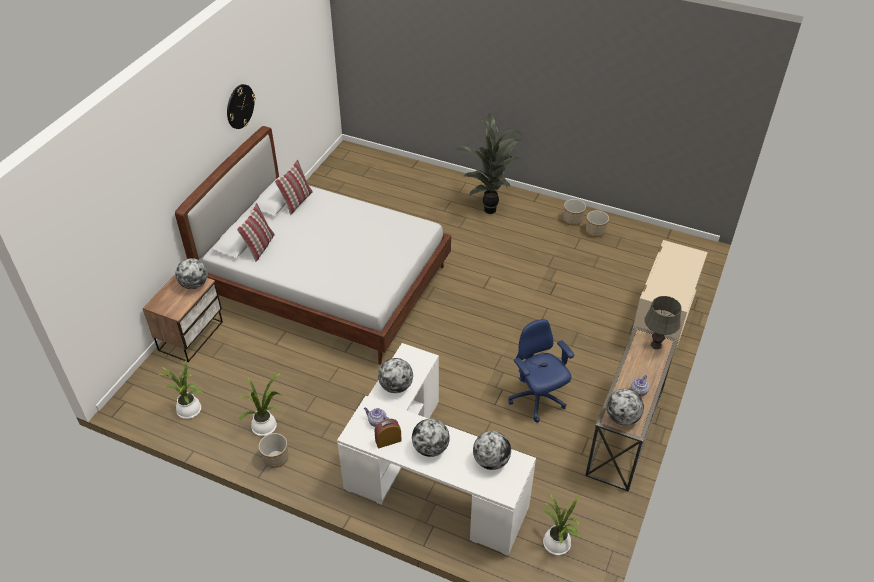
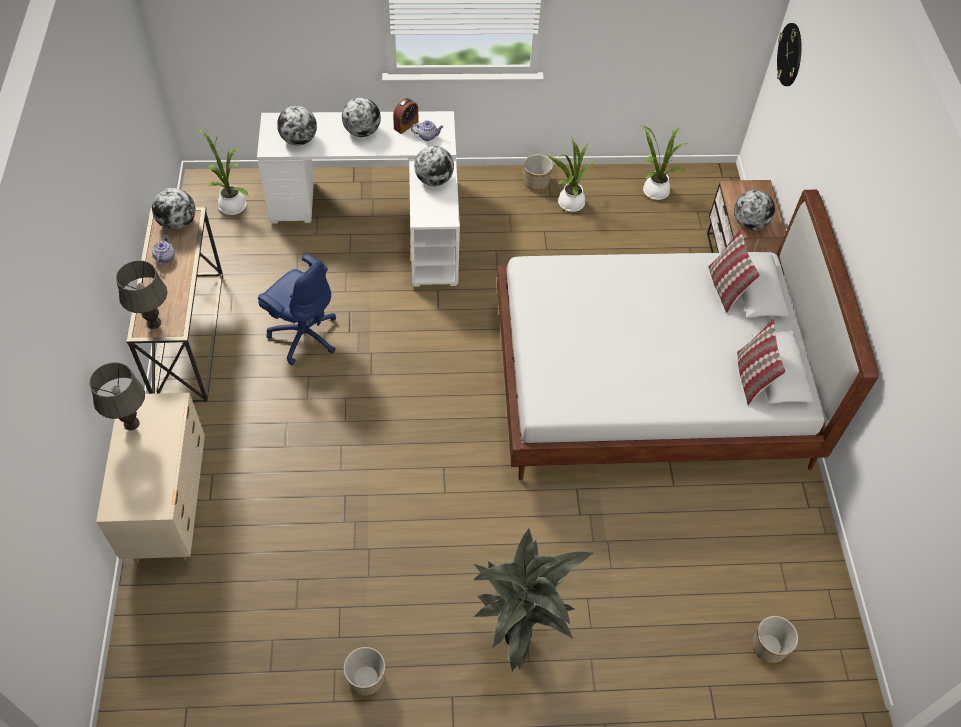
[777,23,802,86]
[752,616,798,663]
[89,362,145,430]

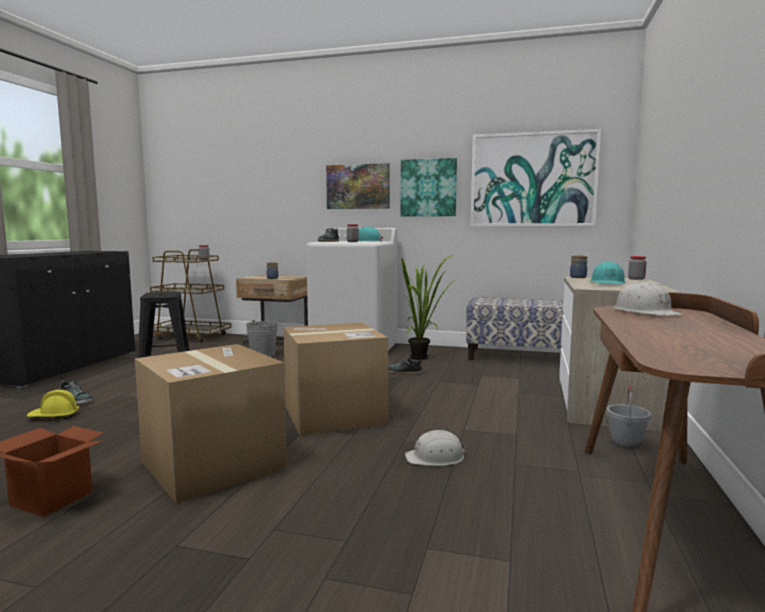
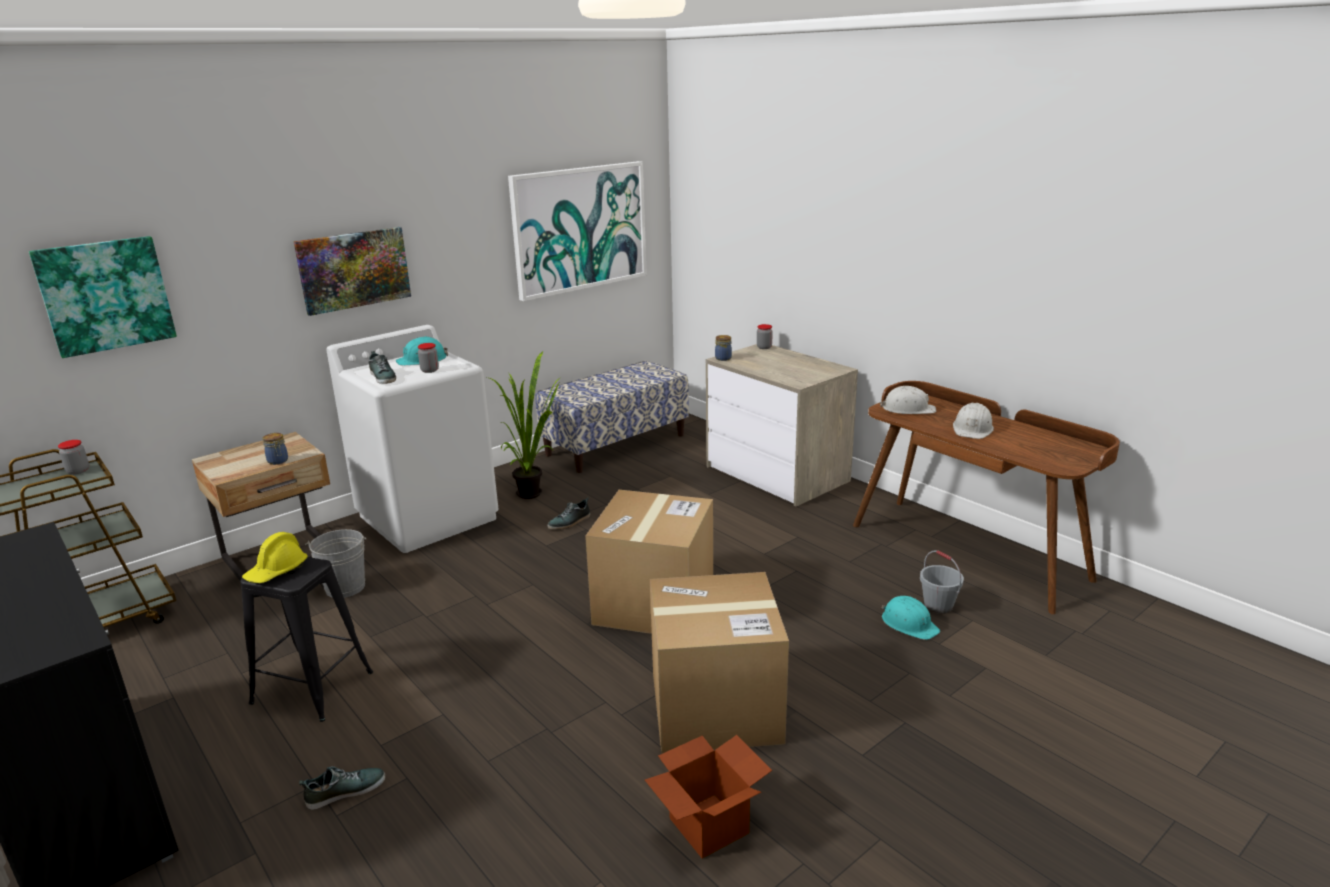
[29,236,177,358]
[882,596,940,640]
[920,550,964,614]
[242,532,308,583]
[953,403,994,439]

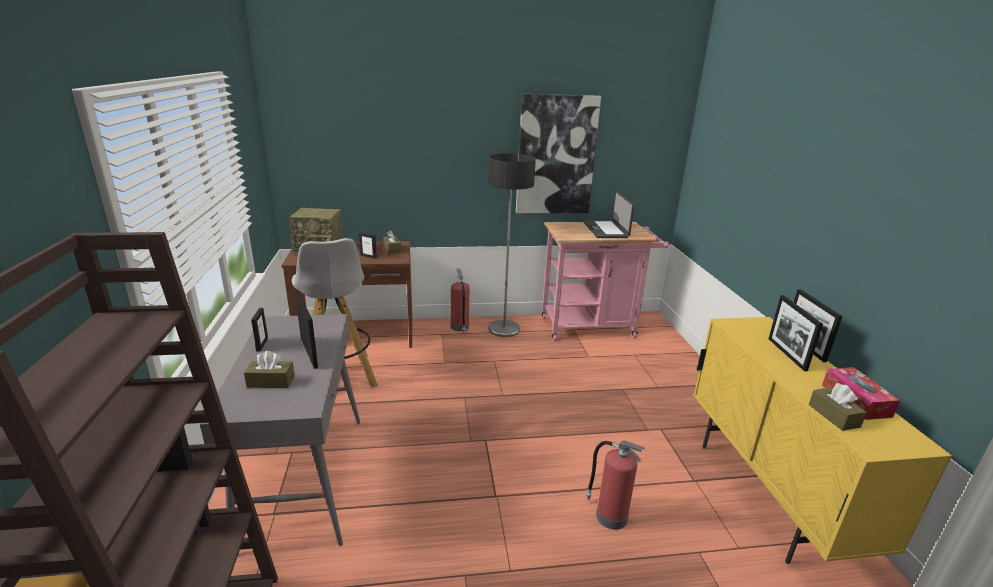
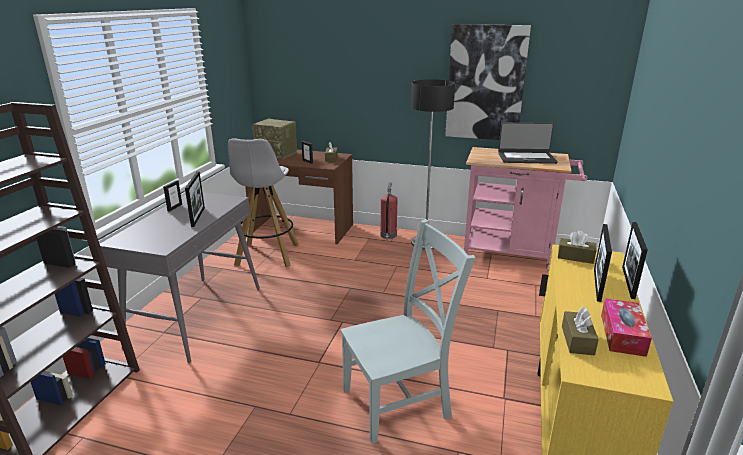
[498,122,558,164]
[558,230,596,264]
[341,219,475,444]

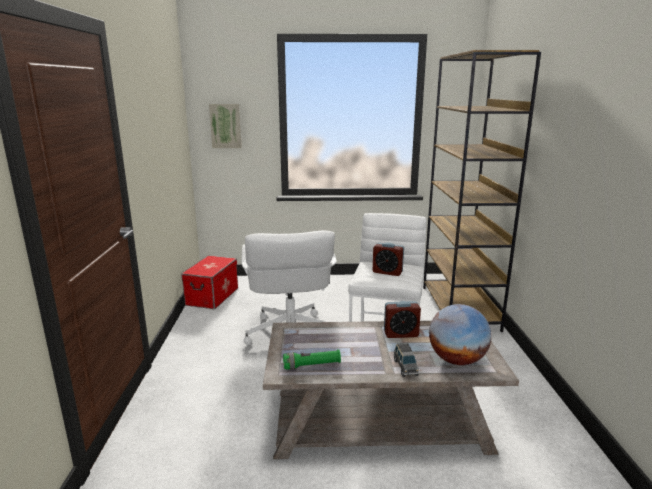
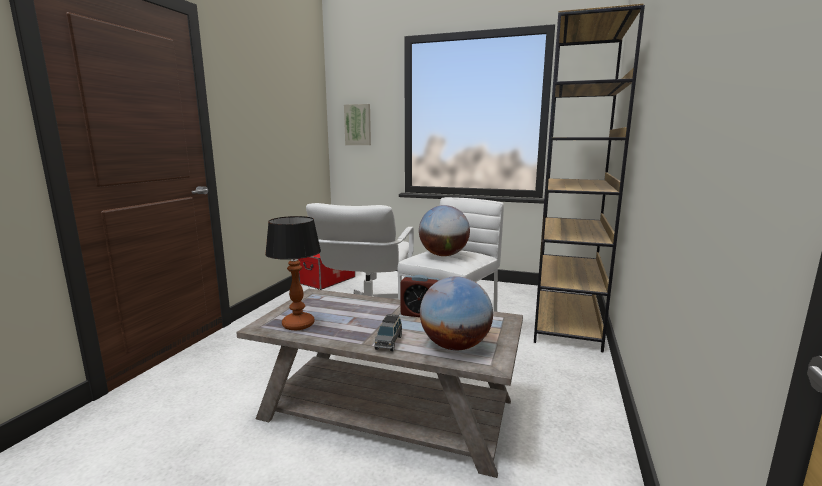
[419,205,470,256]
[265,216,321,330]

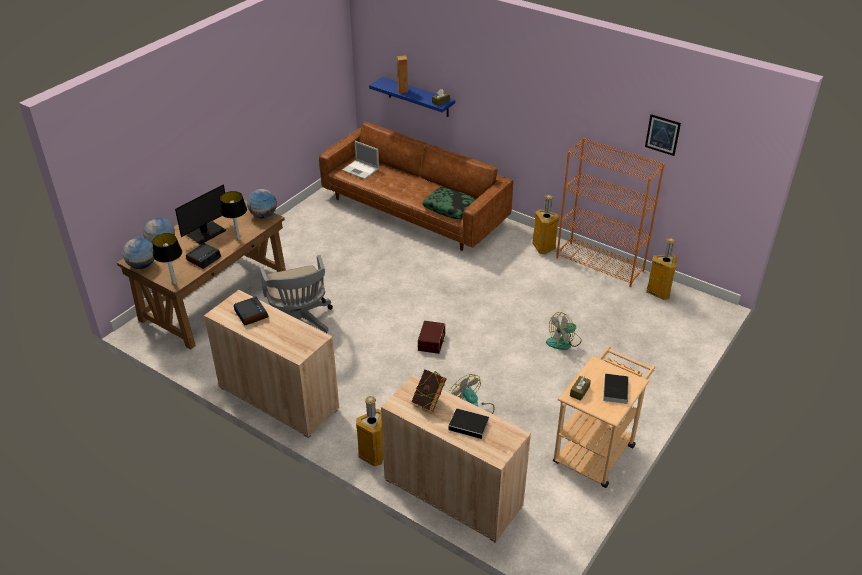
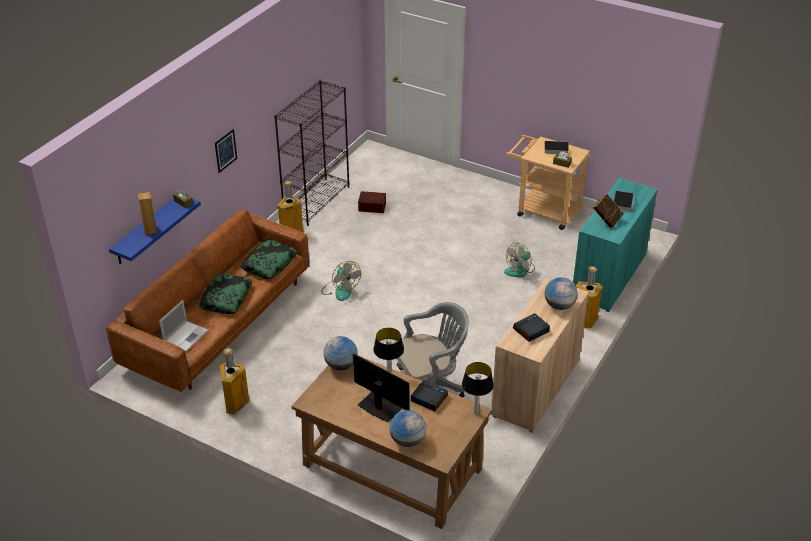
[215,129,237,173]
[274,80,349,226]
[545,277,578,310]
[220,348,249,414]
[322,261,361,301]
[358,191,386,213]
[573,178,658,312]
[199,274,252,314]

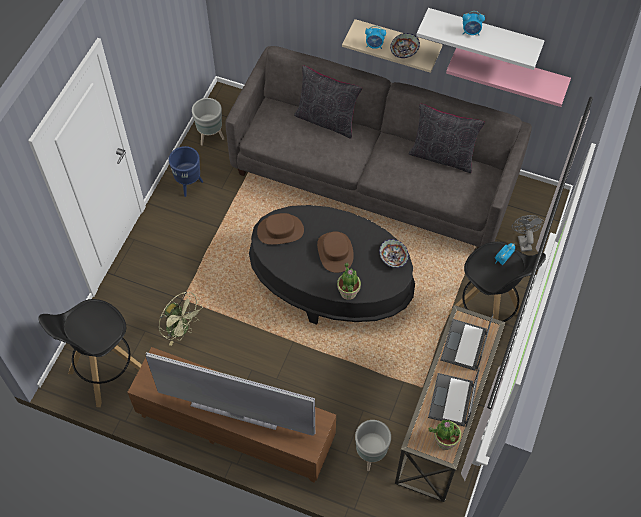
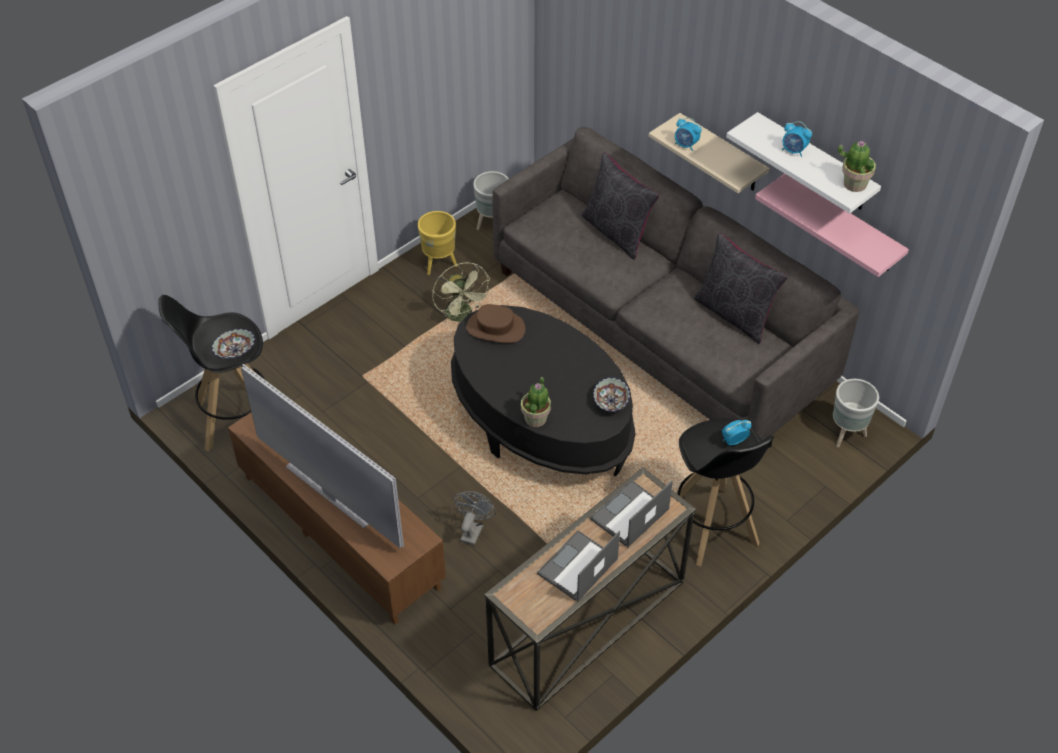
[211,329,255,359]
[418,211,457,275]
[453,491,496,546]
[317,231,354,273] (first image)
[432,262,492,322]
[833,379,879,447]
[838,140,876,192]

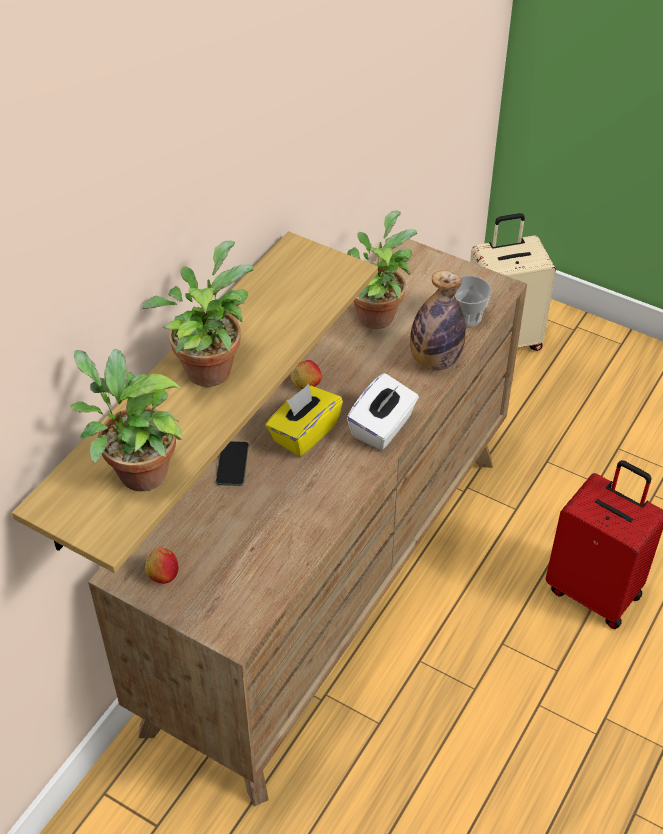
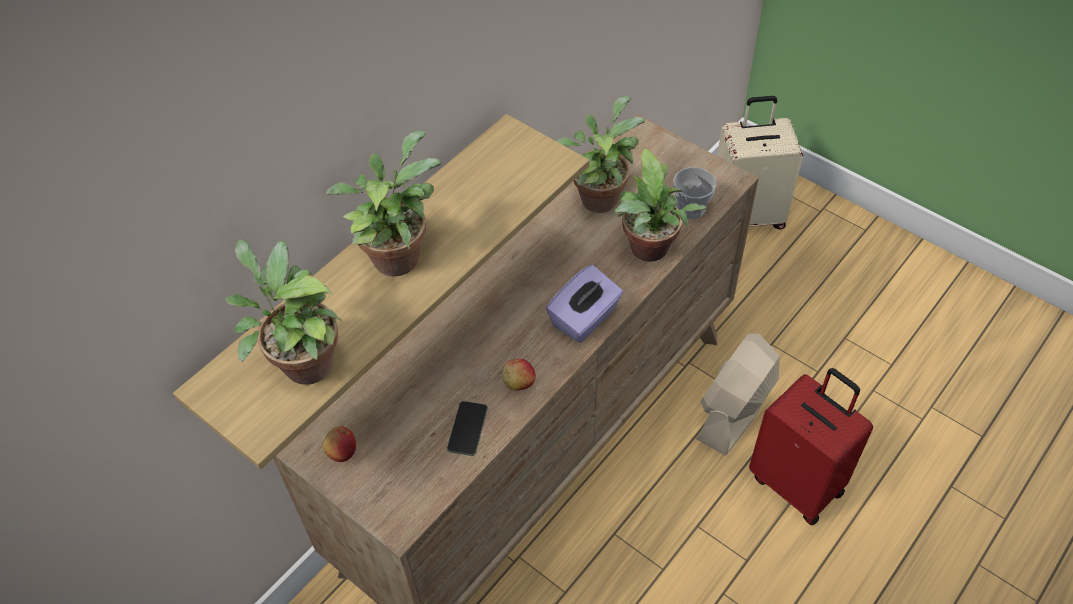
[615,148,707,262]
[502,359,536,390]
[546,265,623,343]
[265,384,343,457] (first image)
[447,401,488,456]
[696,333,780,456]

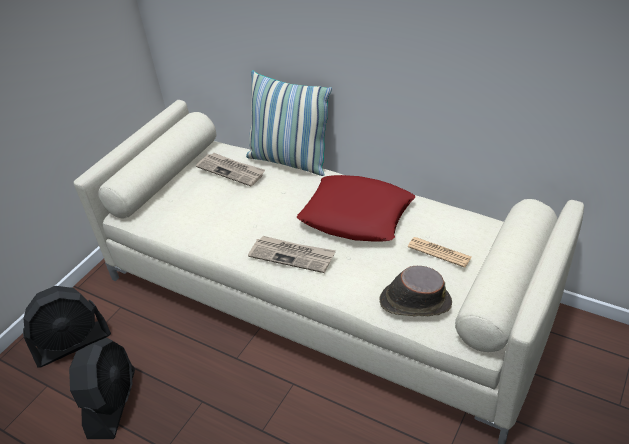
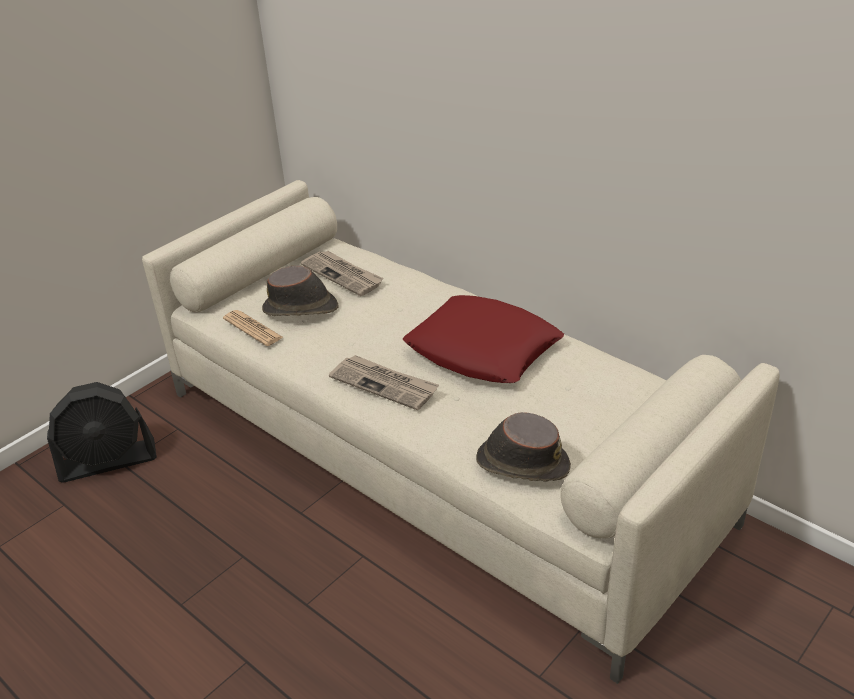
[246,71,332,176] (first image)
[223,310,284,346]
[69,337,135,439] (first image)
[262,265,339,316]

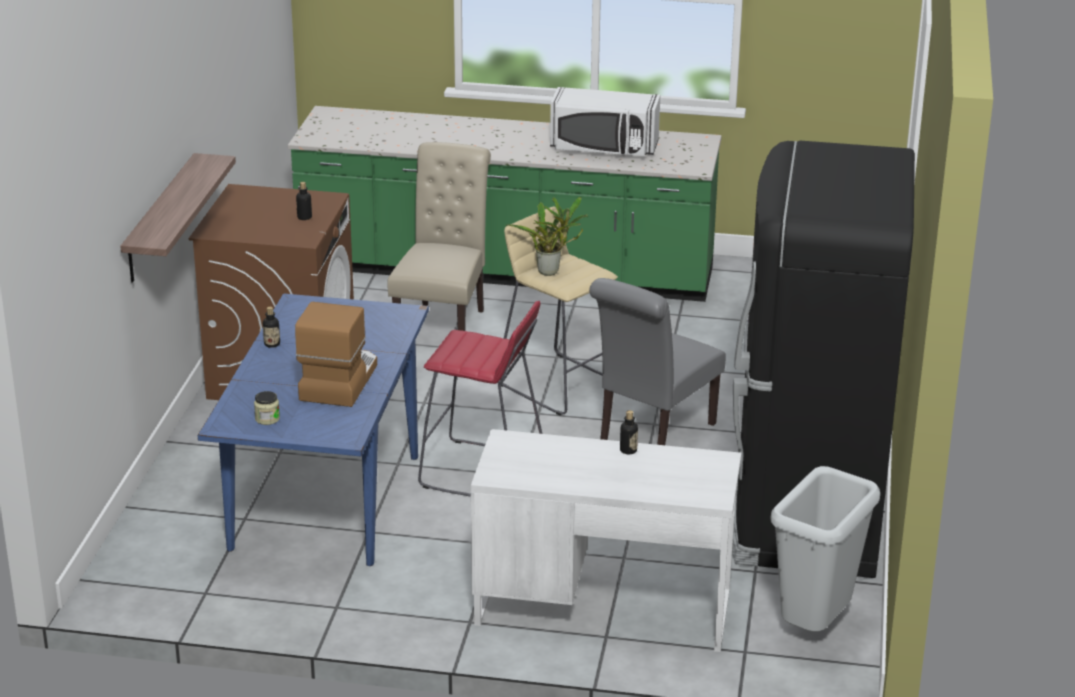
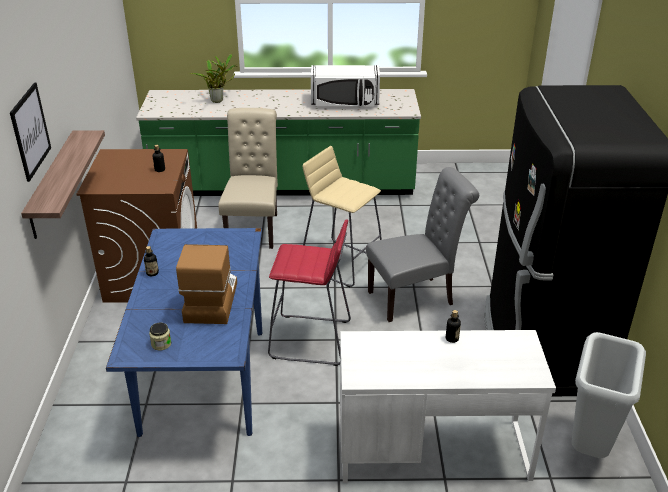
[188,54,237,103]
[366,167,479,322]
[10,83,51,182]

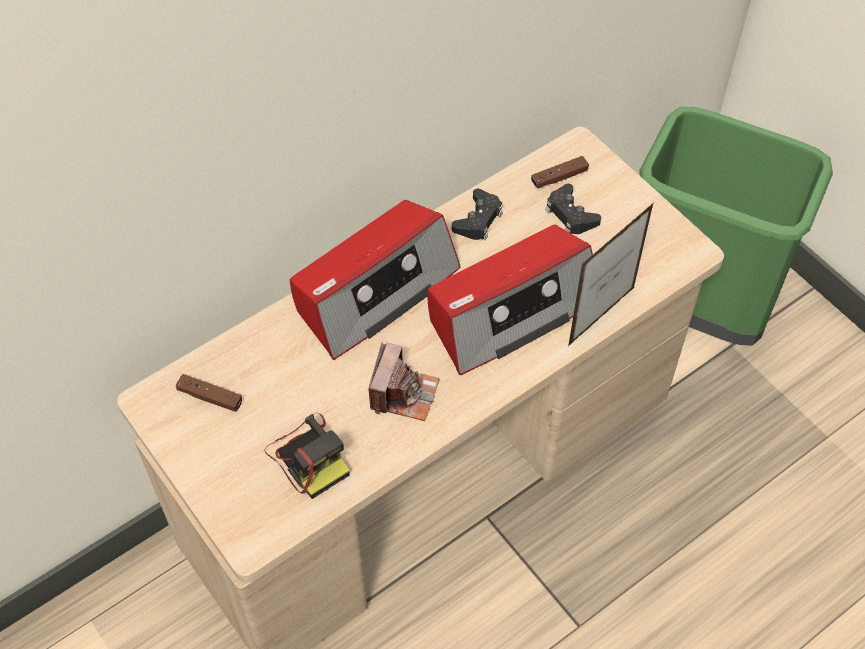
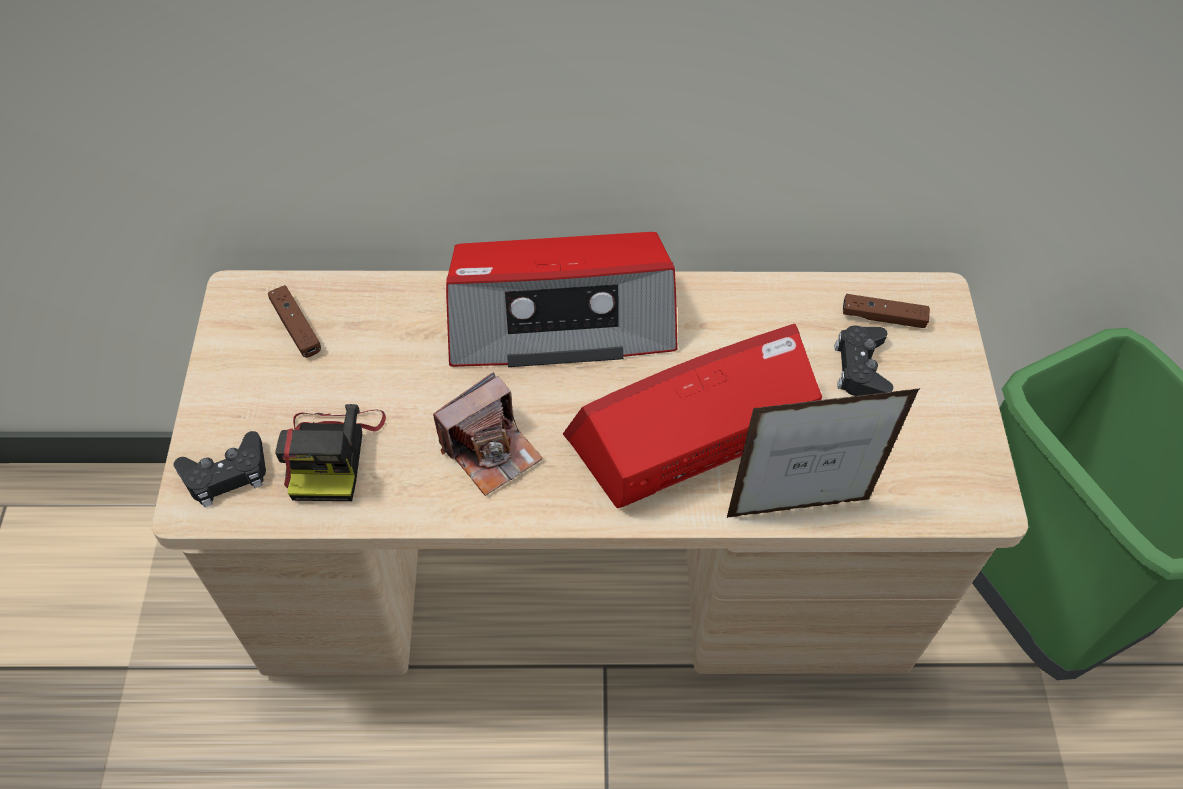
[174,431,266,507]
[563,324,822,508]

